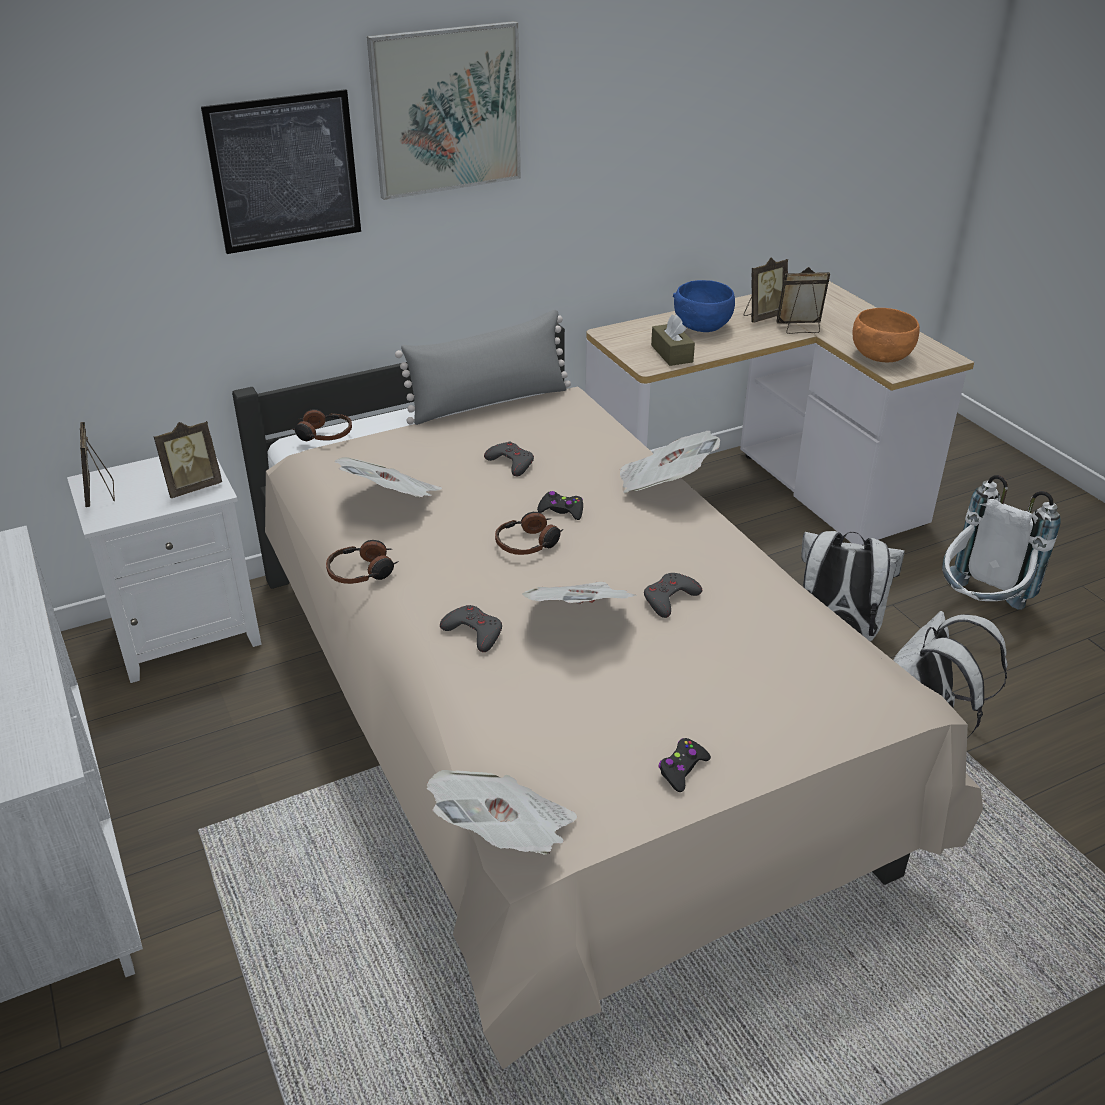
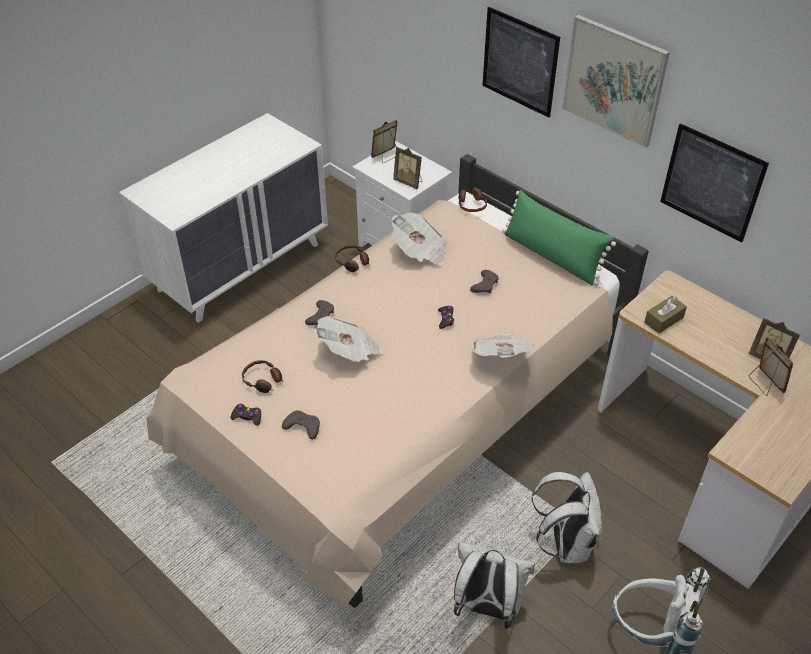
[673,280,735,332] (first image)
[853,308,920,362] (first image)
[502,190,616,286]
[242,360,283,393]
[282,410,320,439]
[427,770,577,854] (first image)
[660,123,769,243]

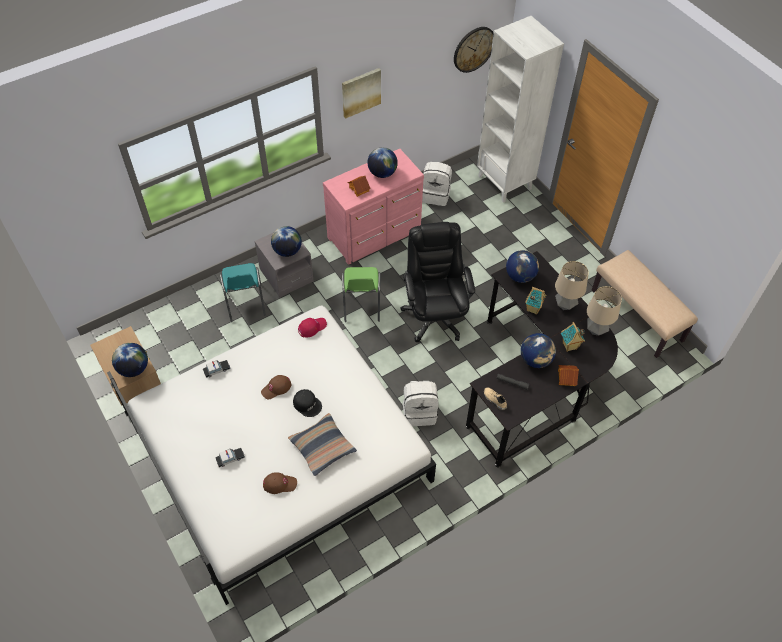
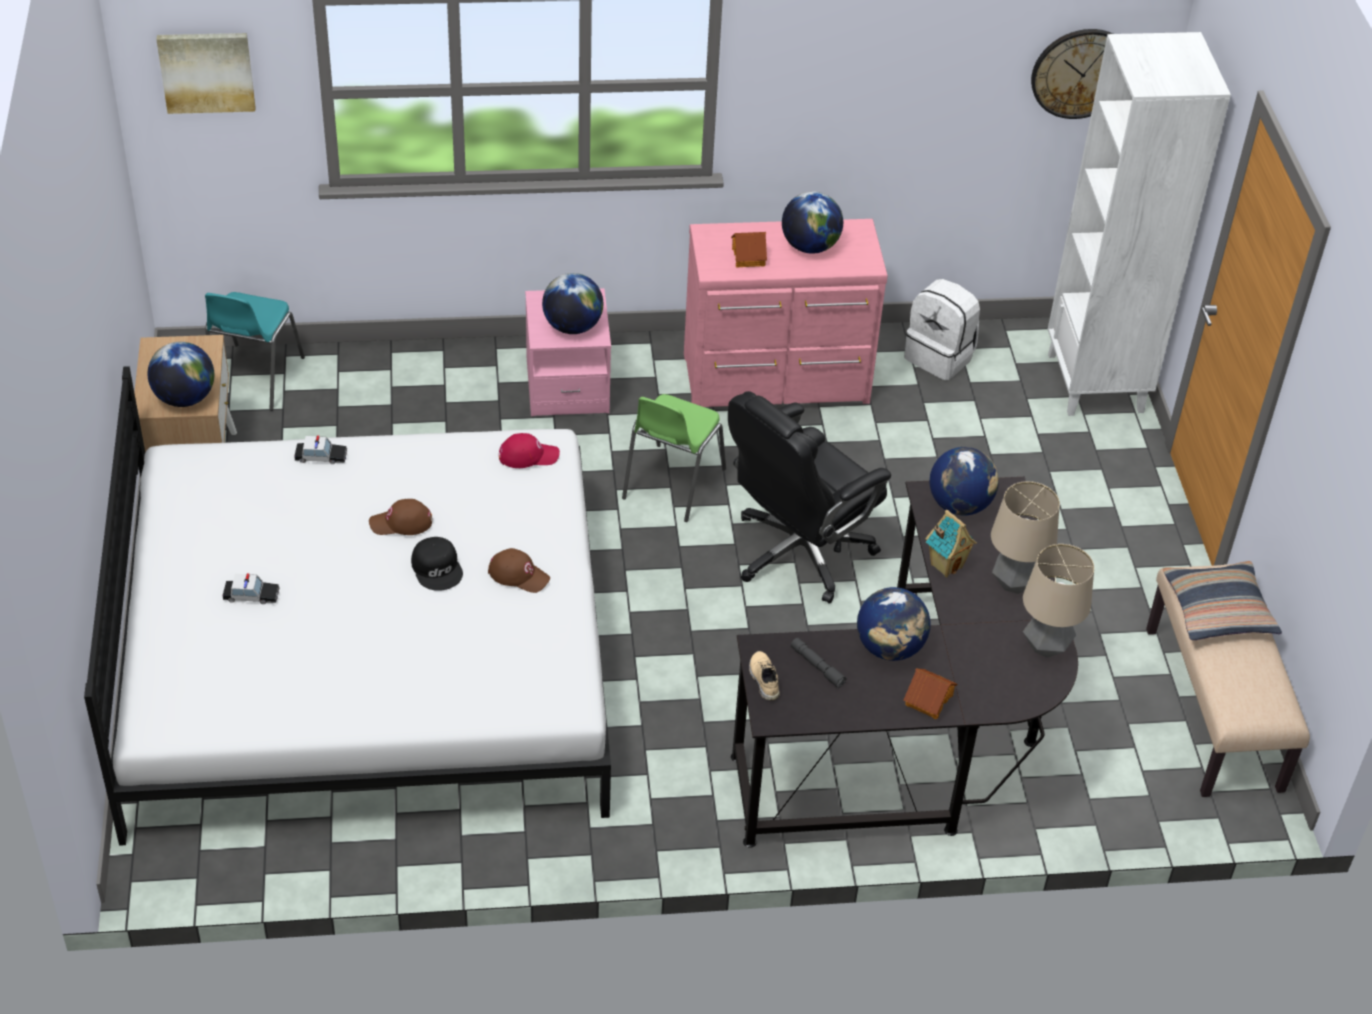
[156,33,255,114]
[728,391,891,604]
[525,288,611,416]
[205,292,305,411]
[561,322,585,352] (first image)
[403,381,439,426] (first image)
[1163,561,1282,640]
[488,548,550,593]

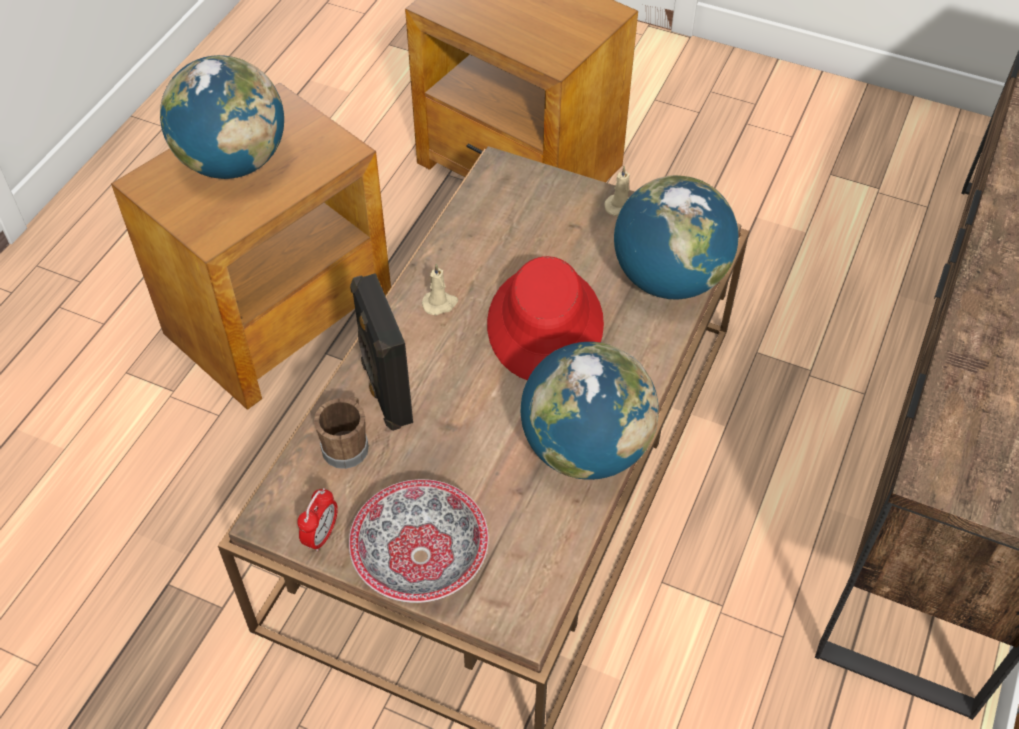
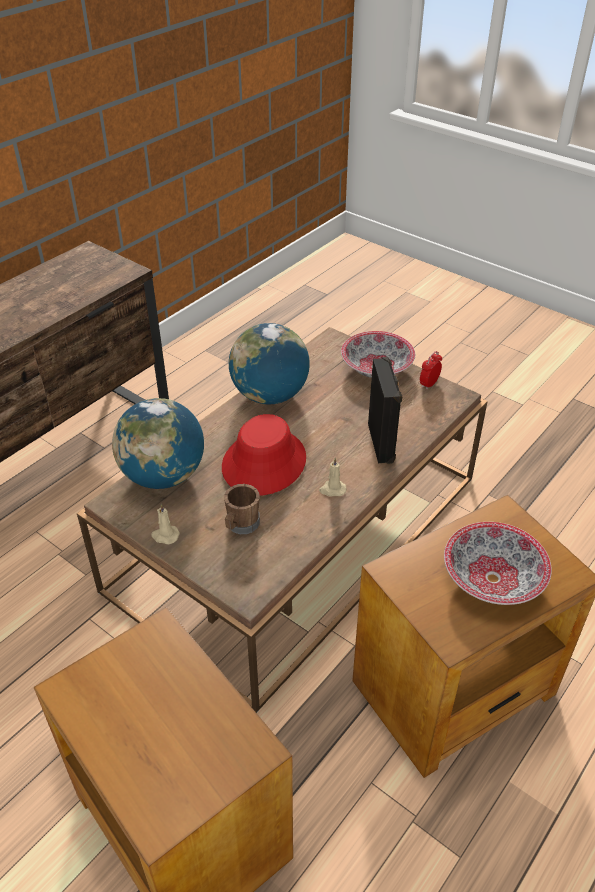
[444,522,552,605]
[224,484,260,534]

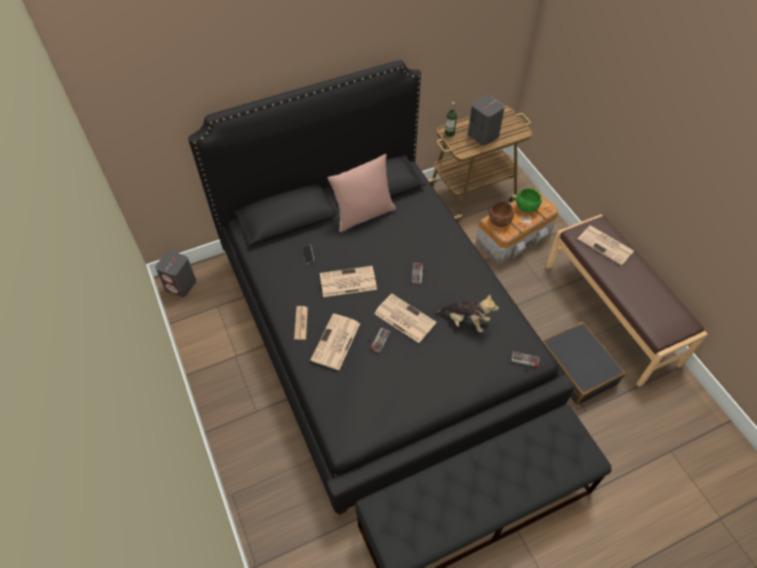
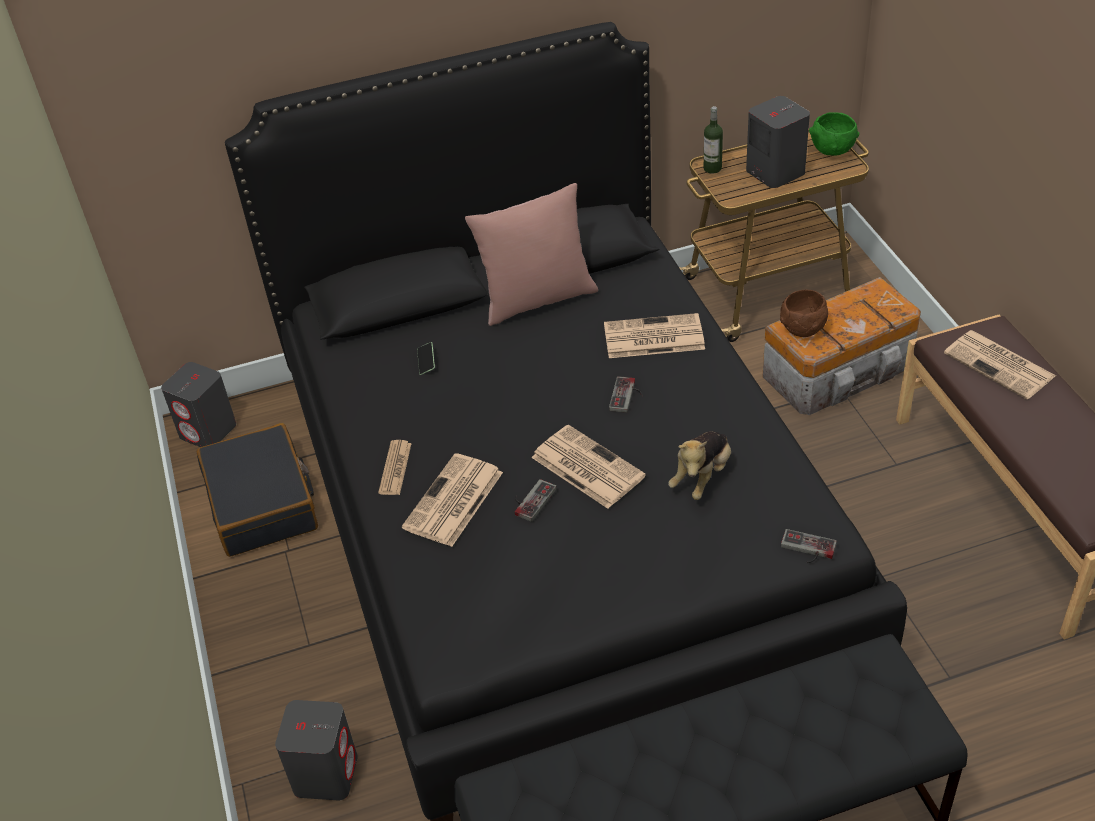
[809,112,859,155]
[604,313,705,358]
[668,431,731,500]
[197,423,318,557]
[275,700,358,800]

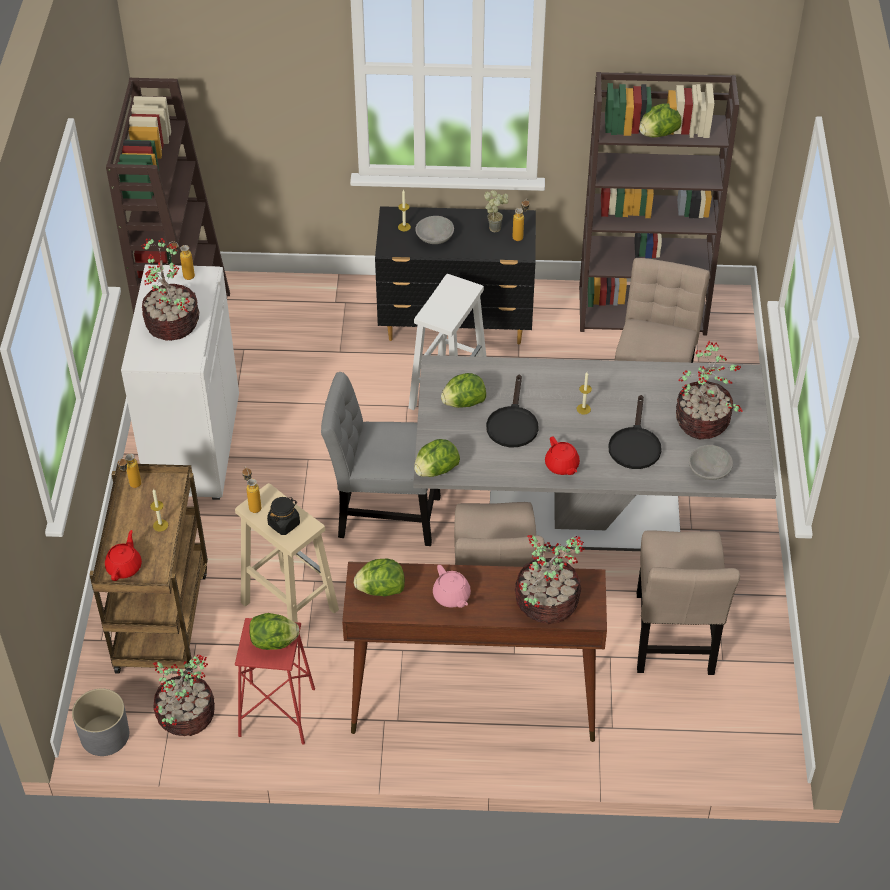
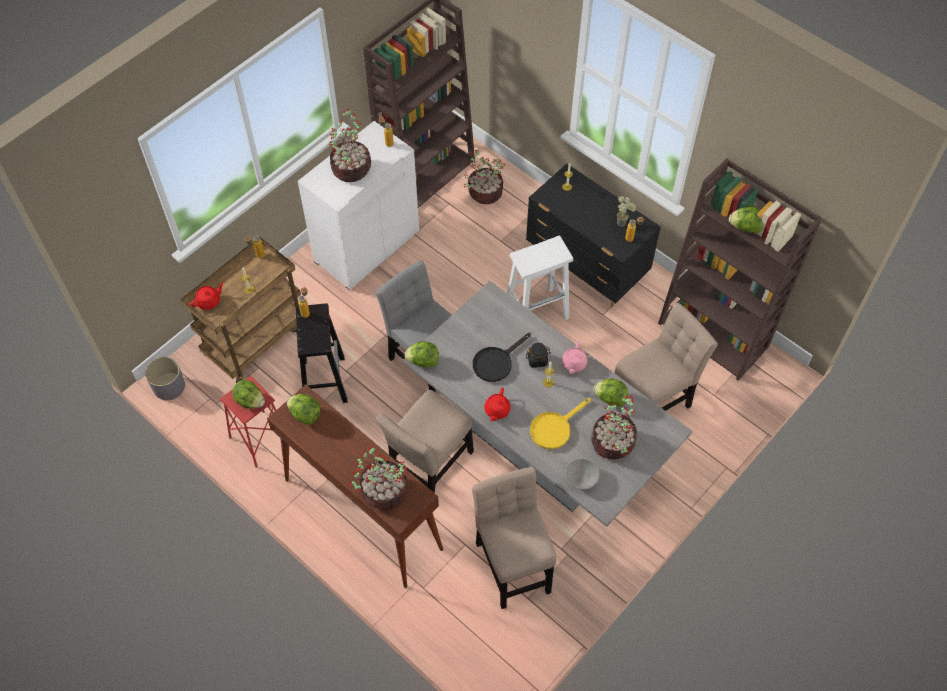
[415,216,454,244] (first image)
[593,378,628,407]
[530,398,591,449]
[296,303,348,403]
[526,343,551,368]
[472,467,556,609]
[562,341,587,374]
[464,150,506,204]

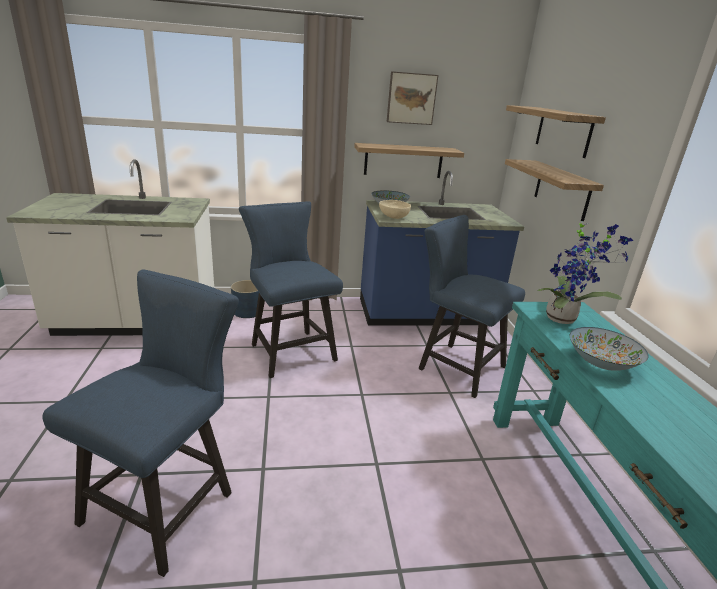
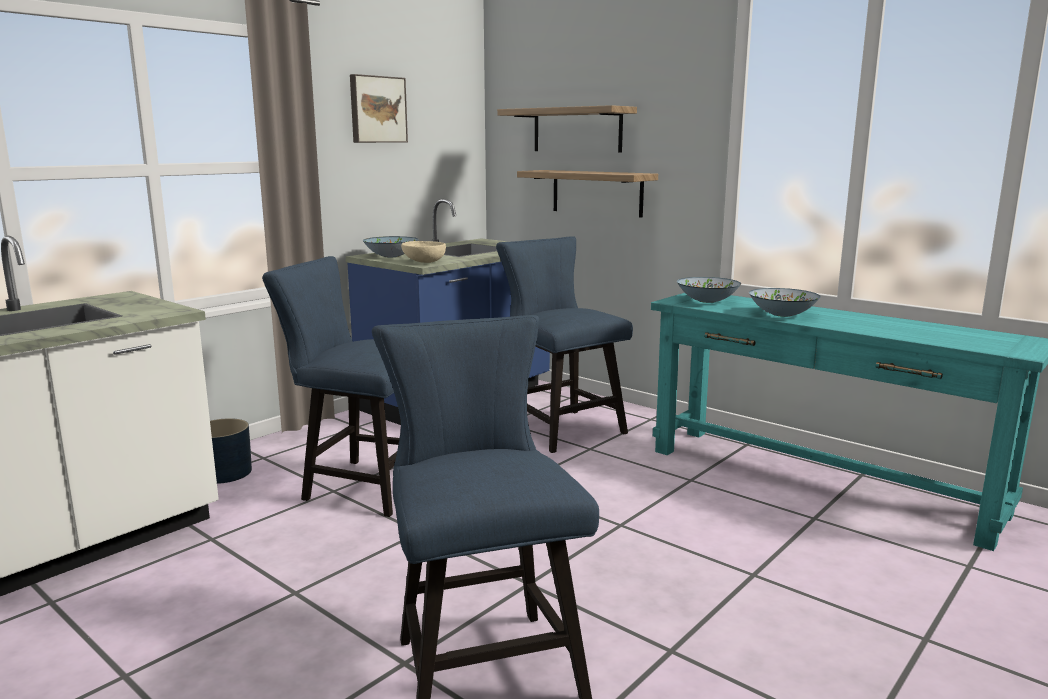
[354,143,464,178] (first image)
[496,236,633,453]
[677,277,741,303]

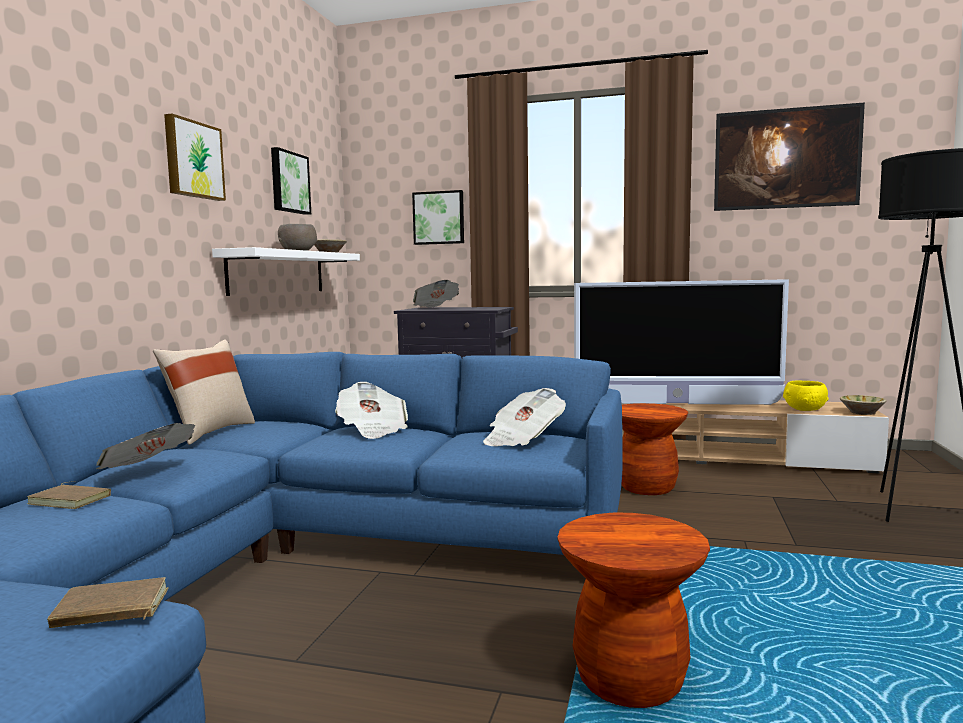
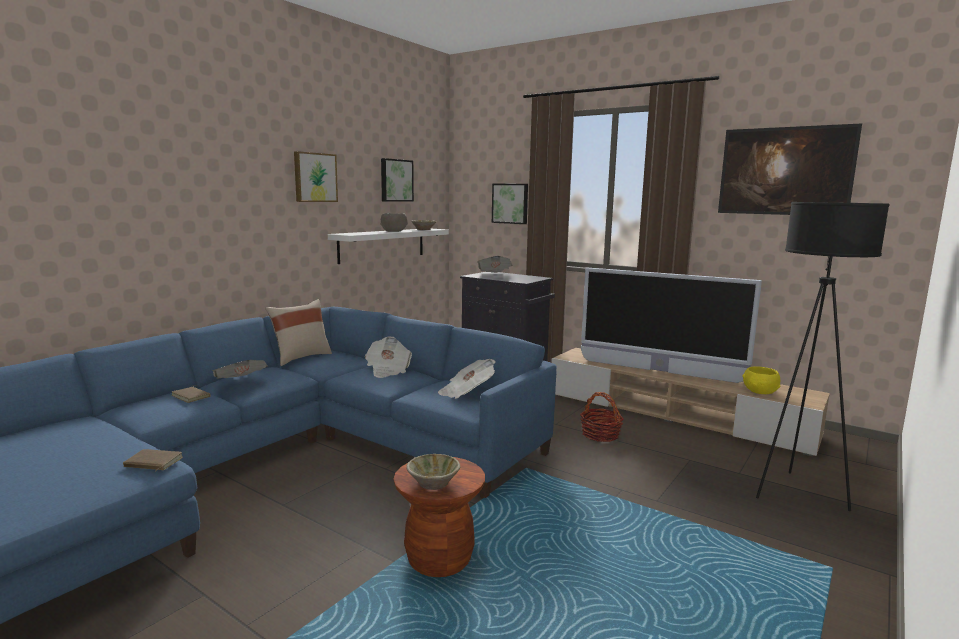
[406,454,460,490]
[580,392,624,442]

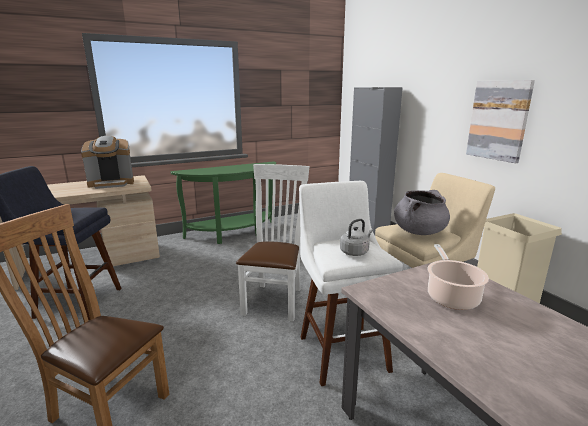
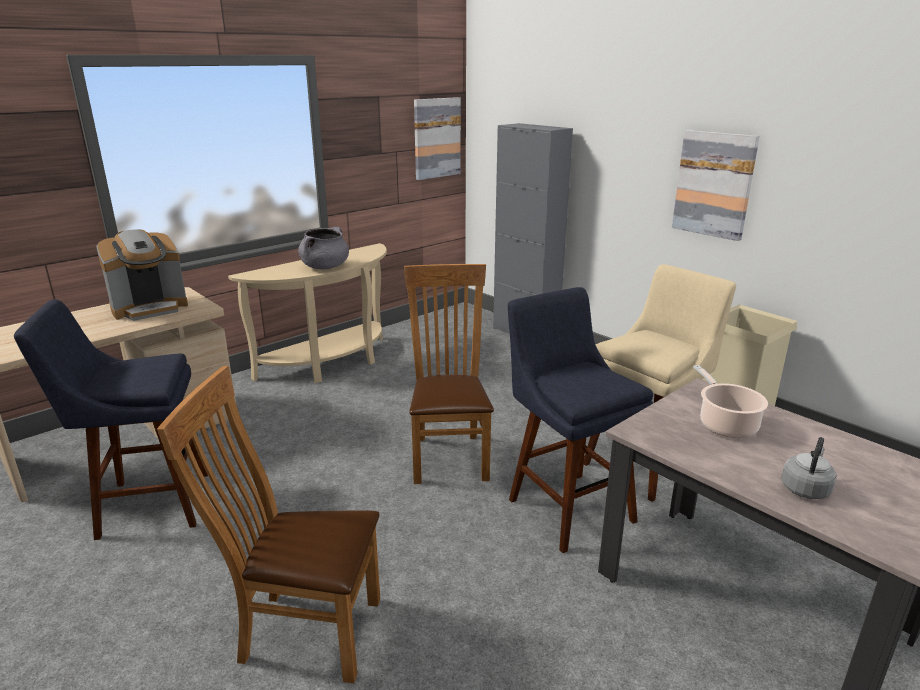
[228,243,387,383]
[404,264,494,484]
[508,287,653,553]
[298,227,349,270]
[781,437,837,499]
[414,97,461,180]

